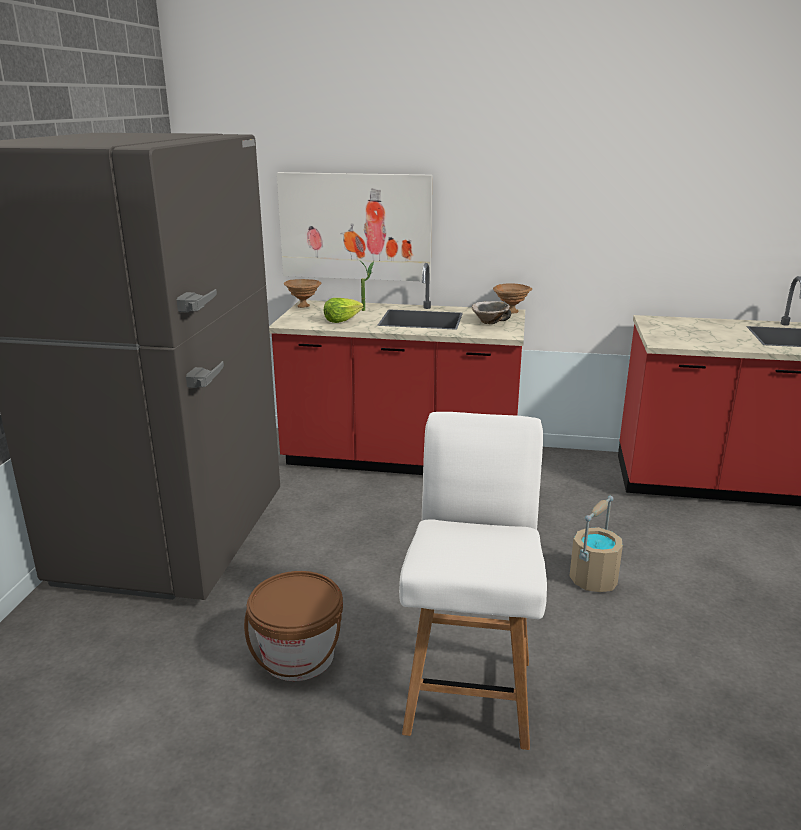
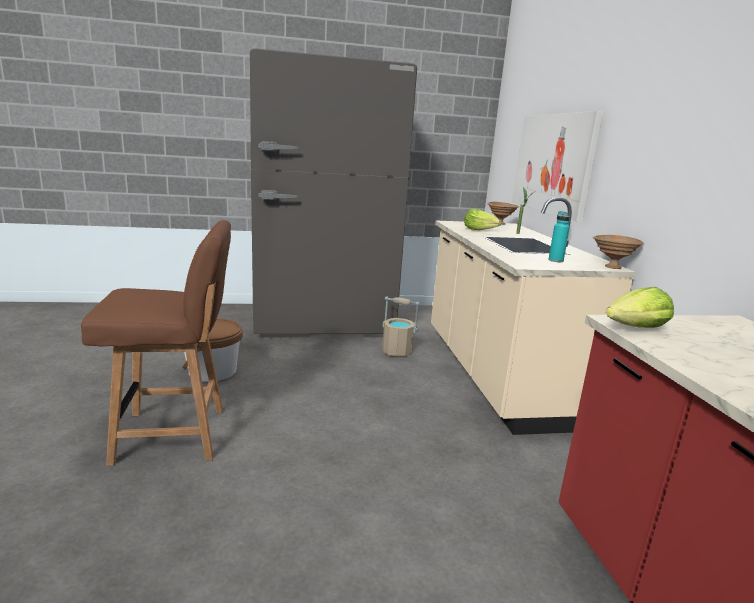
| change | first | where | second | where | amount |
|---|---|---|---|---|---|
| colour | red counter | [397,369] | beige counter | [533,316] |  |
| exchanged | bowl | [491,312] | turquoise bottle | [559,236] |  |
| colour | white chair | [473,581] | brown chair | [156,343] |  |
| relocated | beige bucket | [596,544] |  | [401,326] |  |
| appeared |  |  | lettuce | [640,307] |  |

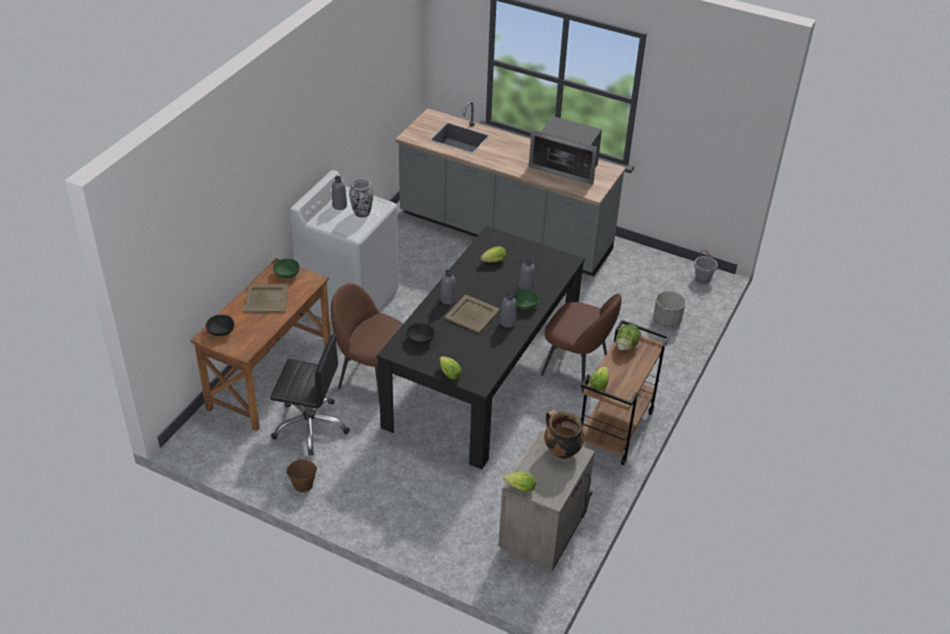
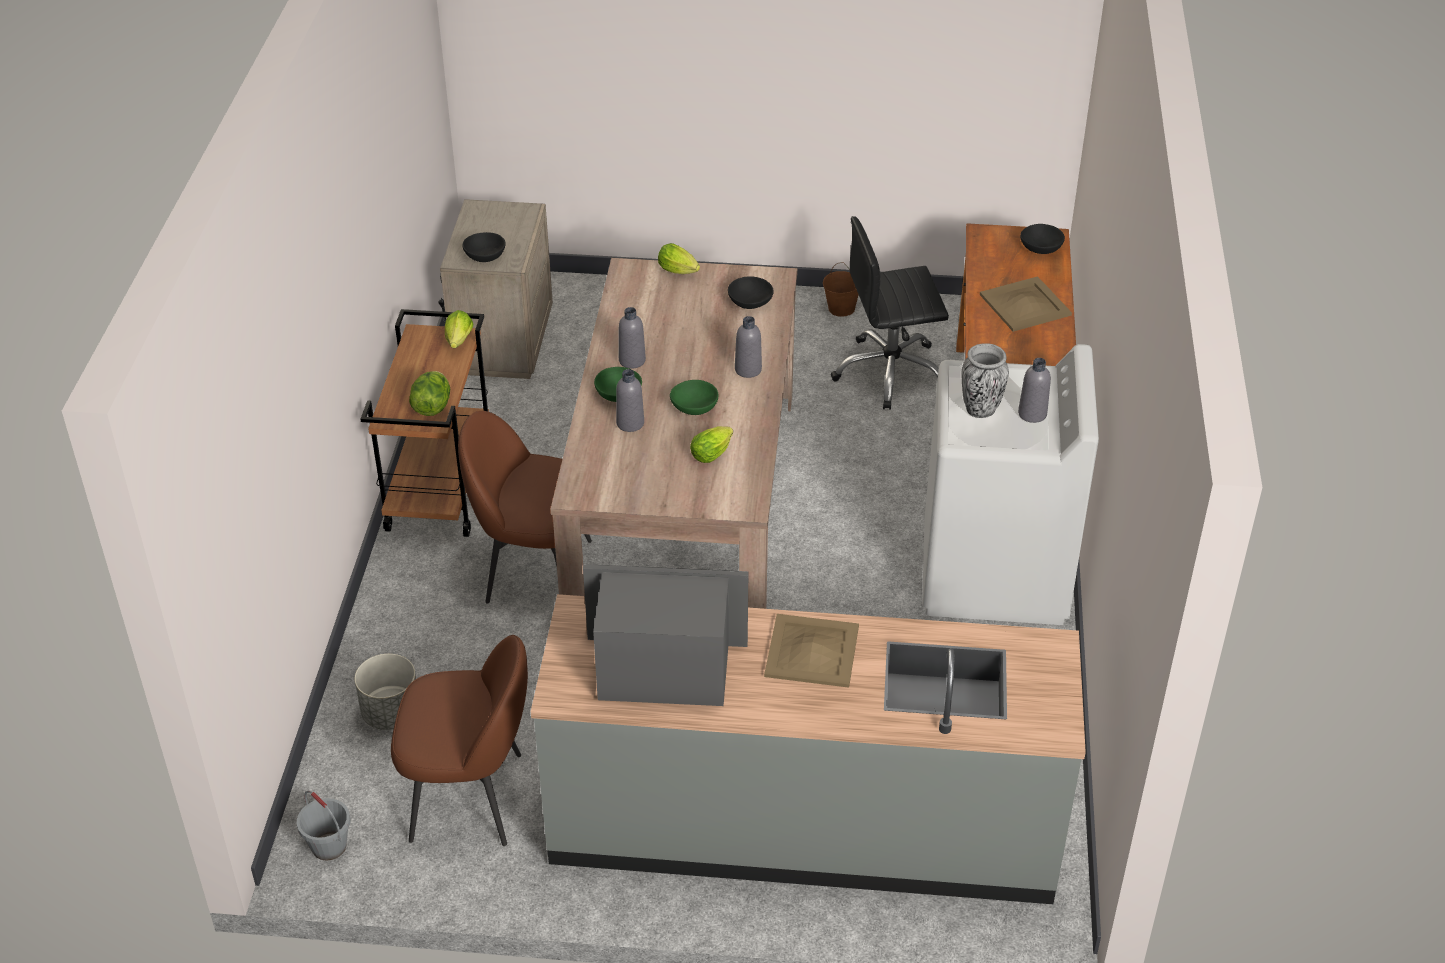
| change | first | where | second | where | amount |
|---|---|---|---|---|---|
| colour | black dining table | [481,347] | beige dining table | [674,433] |  |
| relocated | green bowl | [286,268] |  | [694,397] |  |
| relocated | brown chair | [367,343] |  | [459,740] |  |
| relocated | beige tray | [472,313] |  | [811,651] |  |
| exchanged | cooking pot | [564,434] | black bowl | [484,247] |  |
| missing | lettuce | [519,482] |  |  |  |

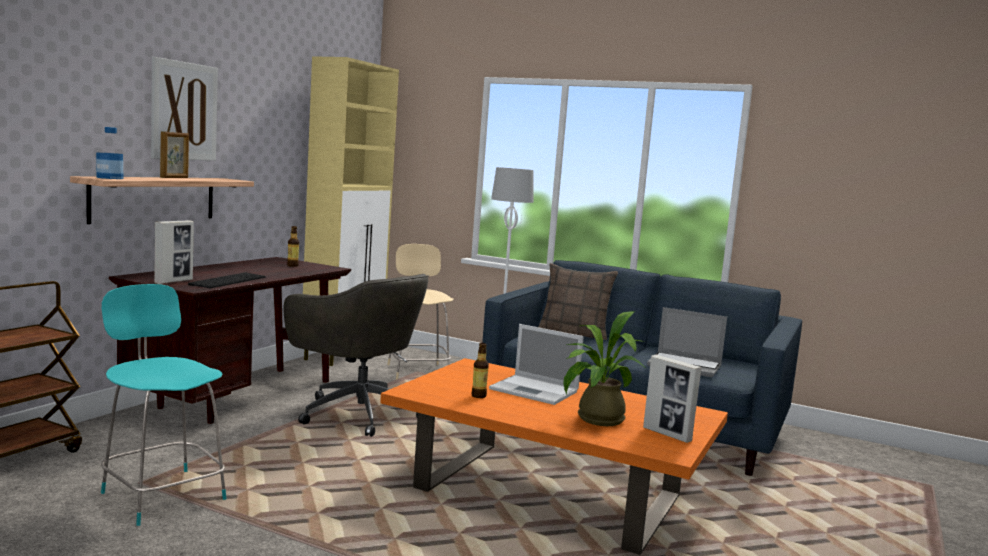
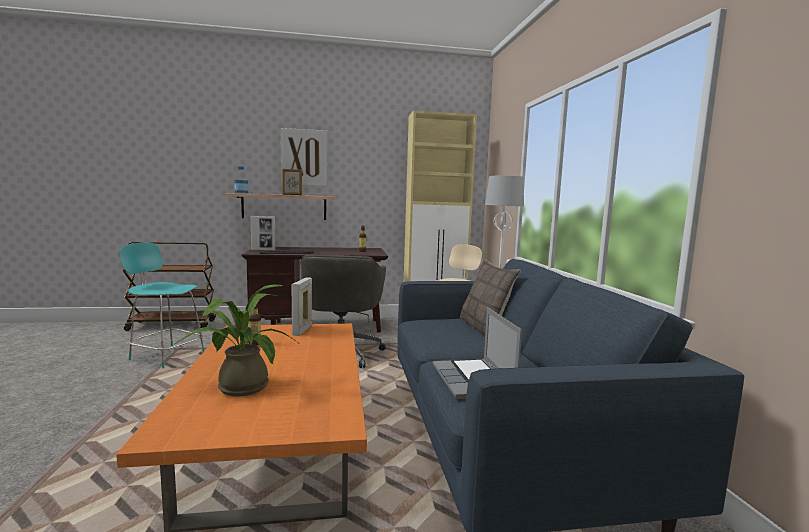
| change | first | where | second | where | amount |
|---|---|---|---|---|---|
| spun | turquoise chair | [163,405] |  | [162,305] | 75 degrees counterclockwise |
| missing | laptop | [536,364] |  |  |  |
| relocated | picture frame | [672,399] |  | [302,306] |  |

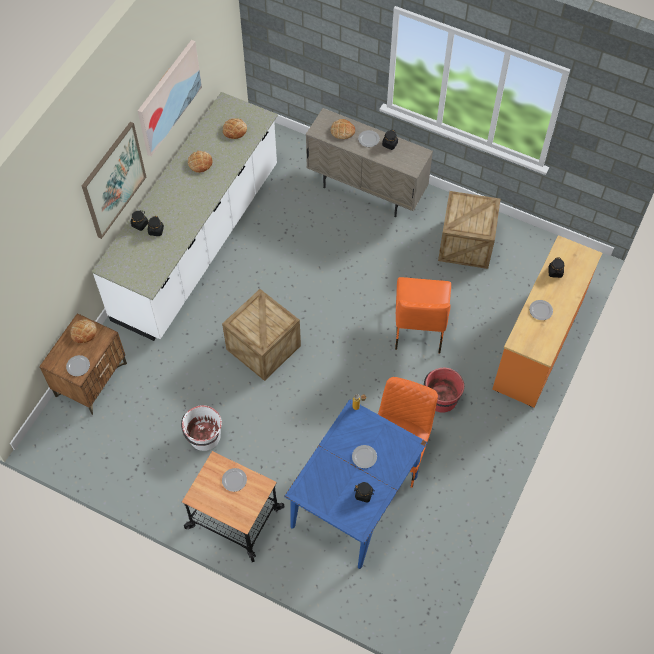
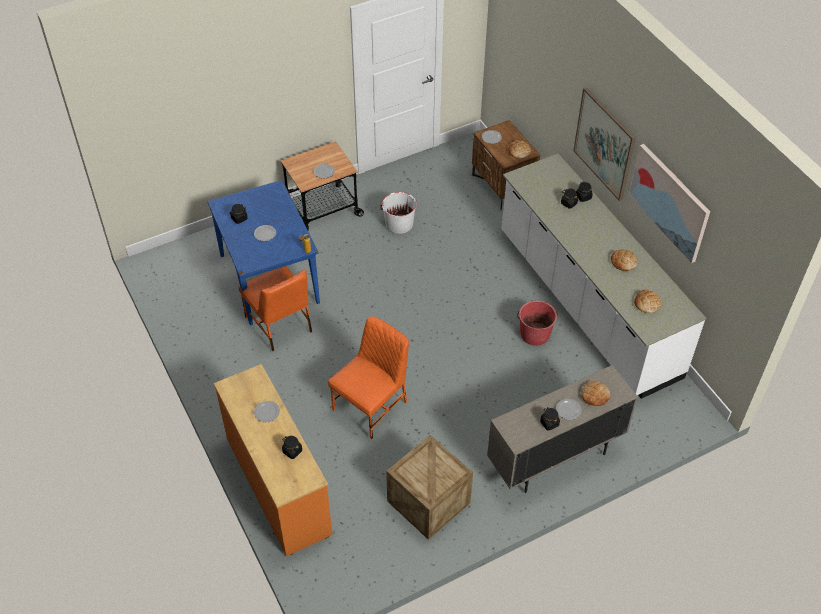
| change | first | where | second | where | amount |
|---|---|---|---|---|---|
| spun | orange chair | [423,315] |  | [368,377] | 90 degrees clockwise |
| missing | crate | [261,335] |  |  |  |
| relocated | red bucket | [444,390] |  | [537,323] |  |

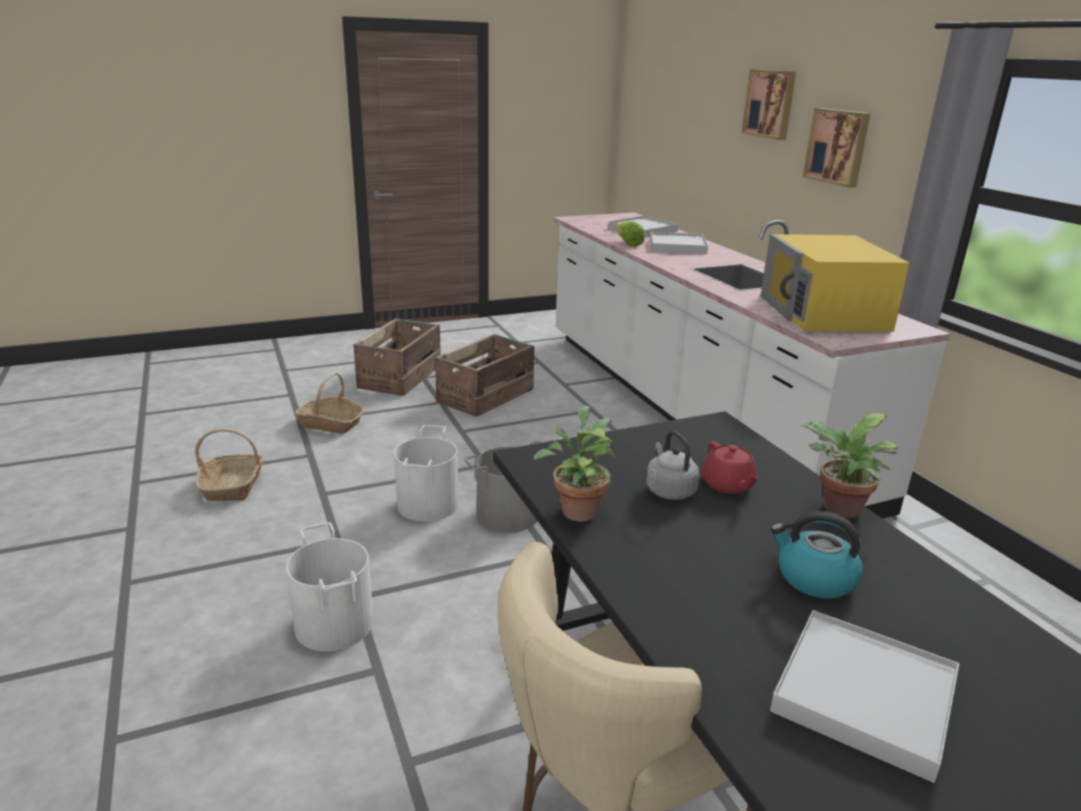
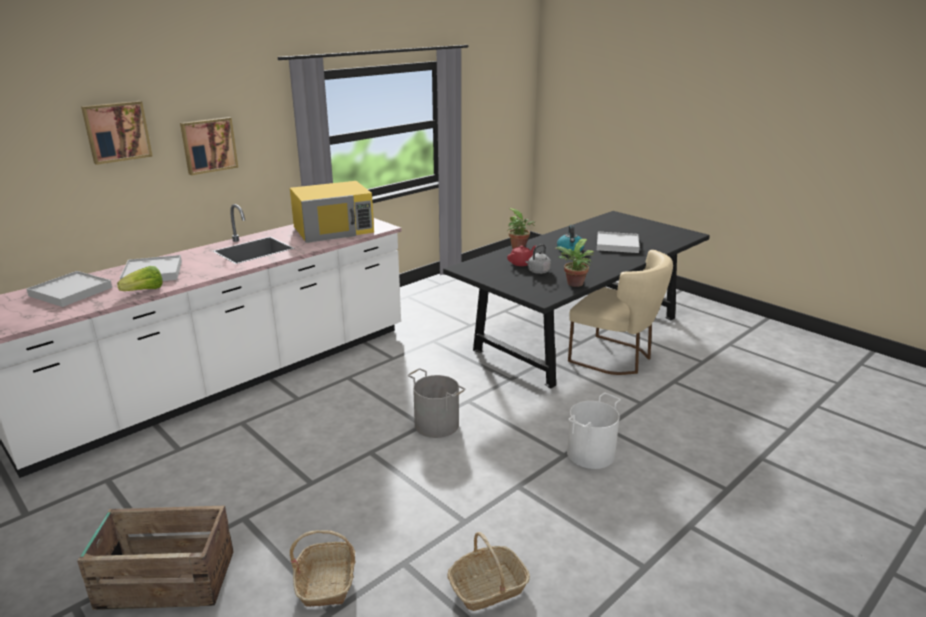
| change | first | where | second | where | amount |
|---|---|---|---|---|---|
| missing | crate | [484,375] |  |  |  |
| missing | white bucket | [426,473] |  |  |  |

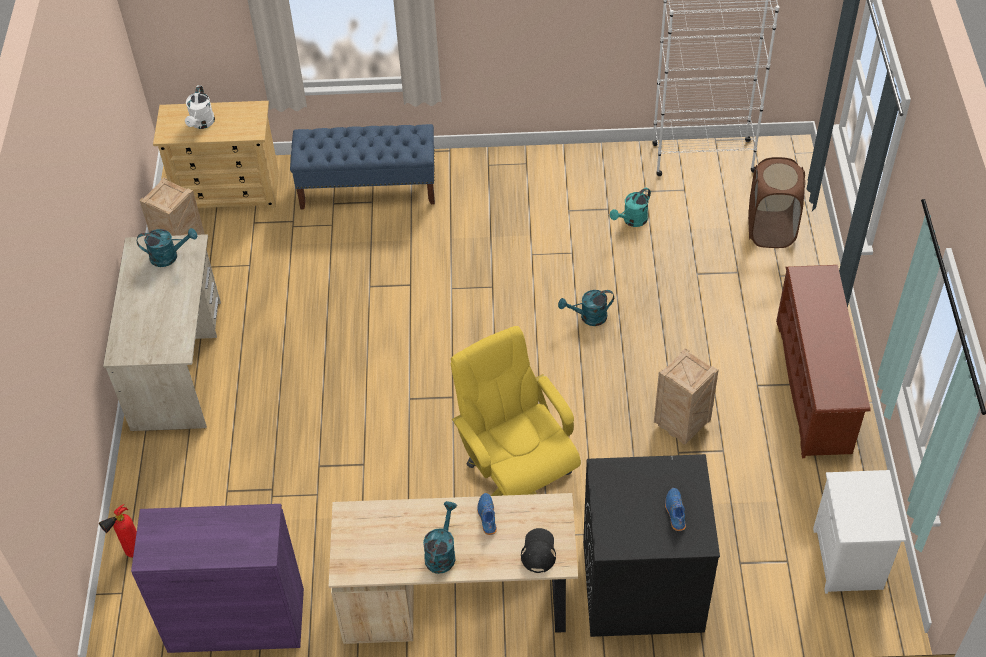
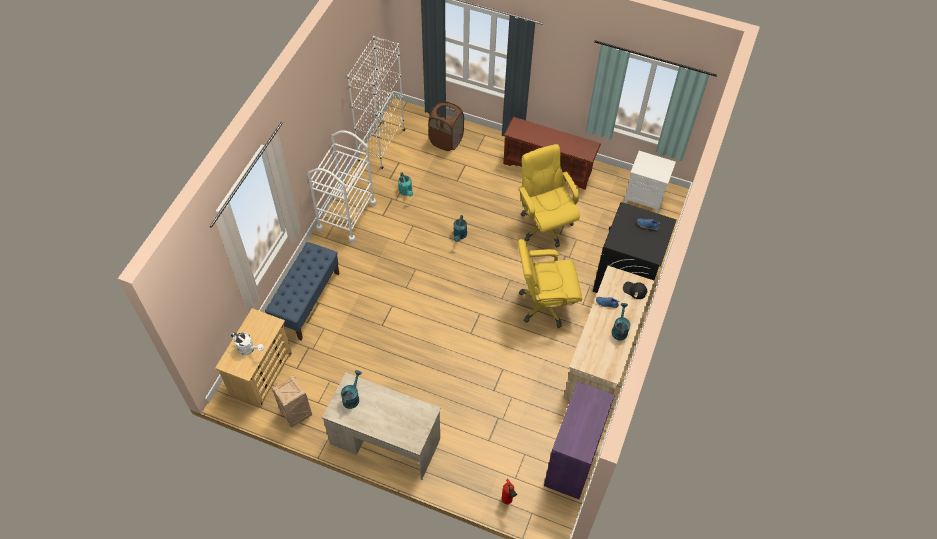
| change | first | where | second | where | amount |
|---|---|---|---|---|---|
| exchanged | crate | [686,396] | yellow office chair | [549,195] |  |
| spun | turquoise watering can | [440,537] |  | [621,322] | 60 degrees clockwise |
| appeared |  |  | white cart | [341,186] |  |

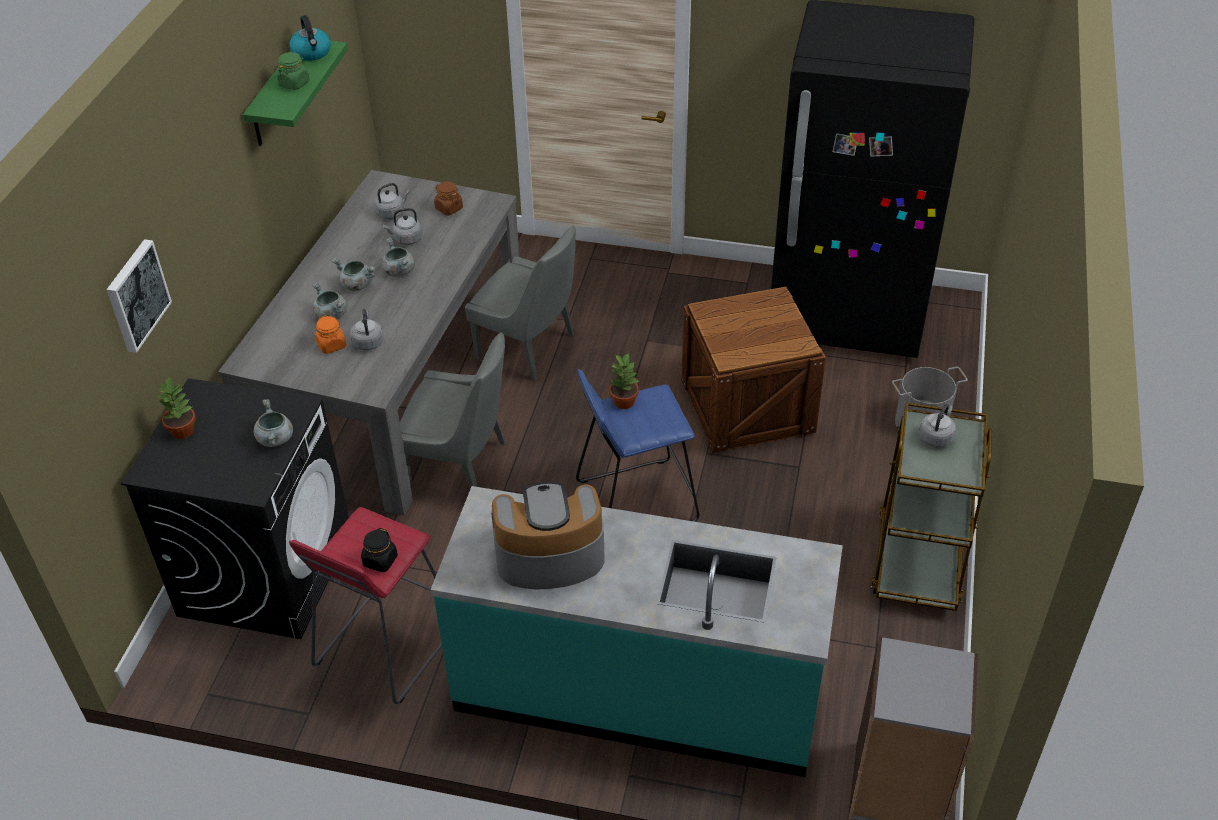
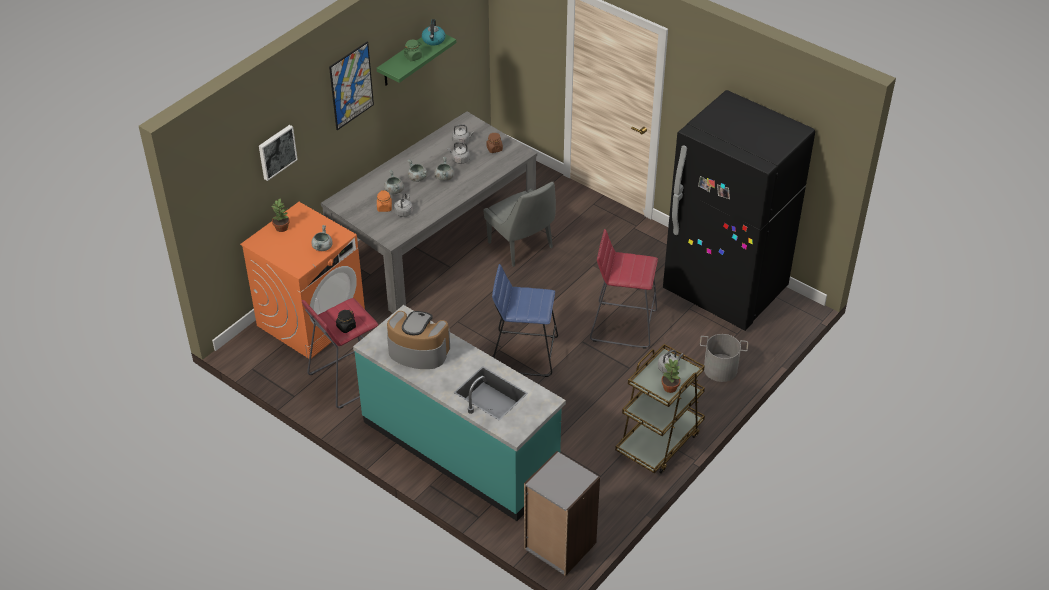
| change | first | where | second | where | amount |
|---|---|---|---|---|---|
| exchanged | crate | [753,370] | red stool | [624,288] |  |
| missing | grey chair | [452,410] |  |  |  |
| relocated | potted plant | [624,381] |  | [670,376] |  |
| colour | black washing machine | [235,508] | orange washing machine | [302,280] |  |
| appeared |  |  | picture | [351,86] |  |

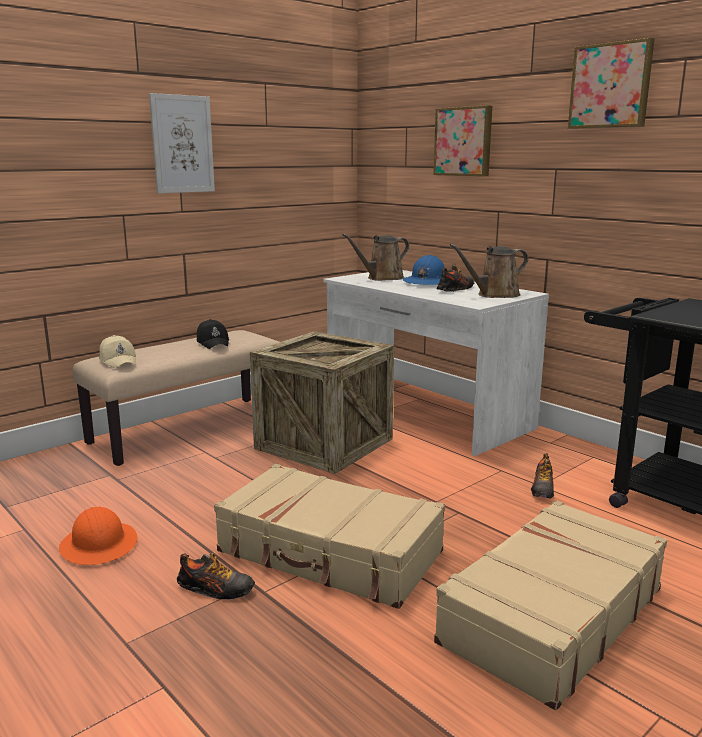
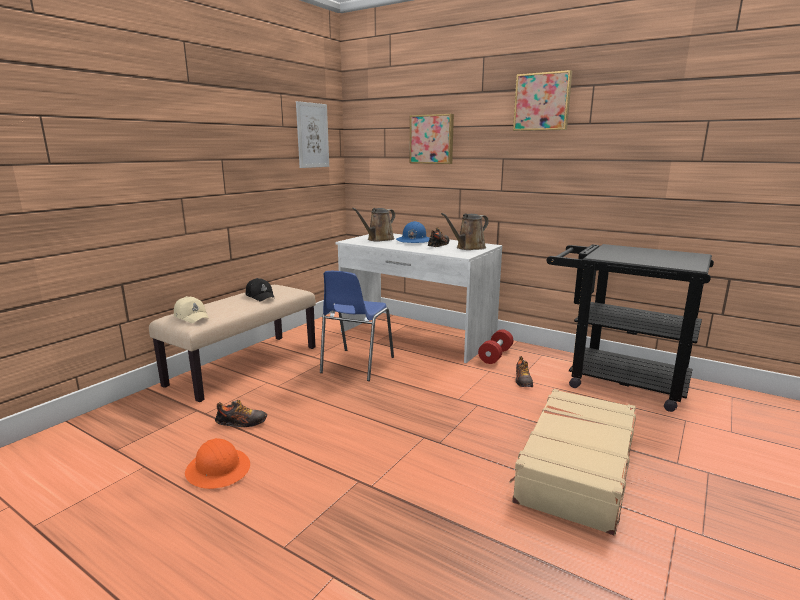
| change | first | where | second | where | amount |
|---|---|---|---|---|---|
| relocated | picture | [182,143] |  | [312,134] |  |
| exchanged | crate | [322,402] | blue chair | [357,326] |  |
| missing | beige suitcase | [329,536] |  |  |  |
| relocated | shoe | [216,576] |  | [241,413] |  |
| appeared |  |  | red dumbbell | [495,346] |  |

